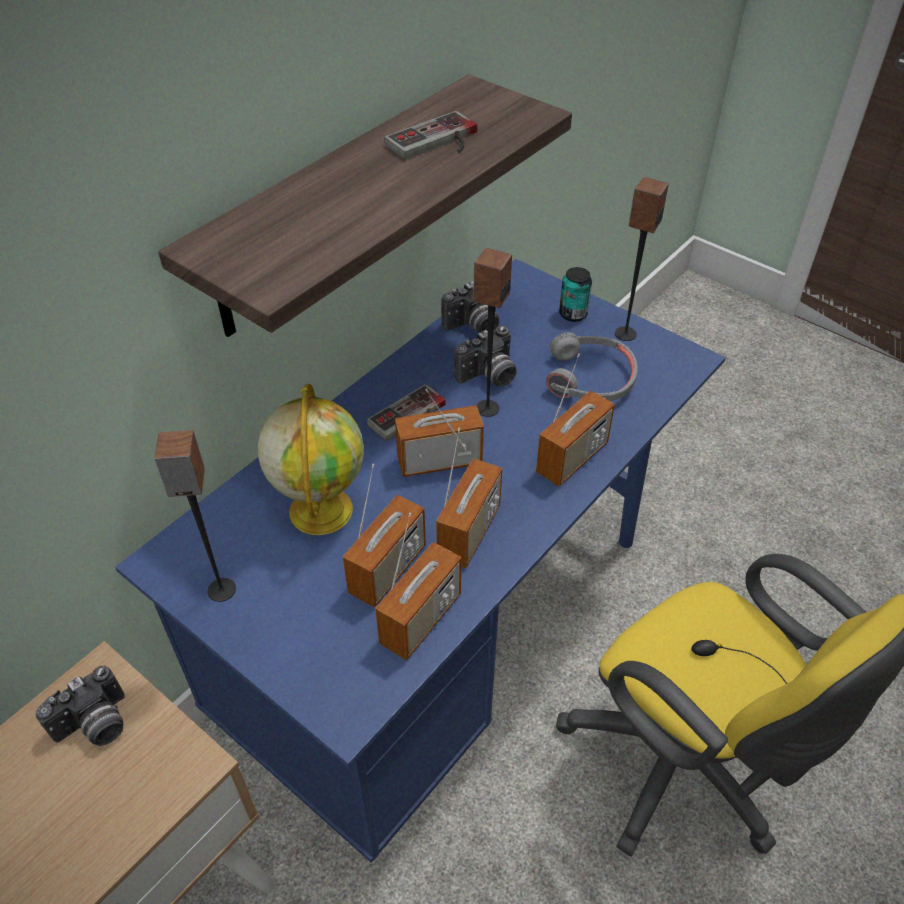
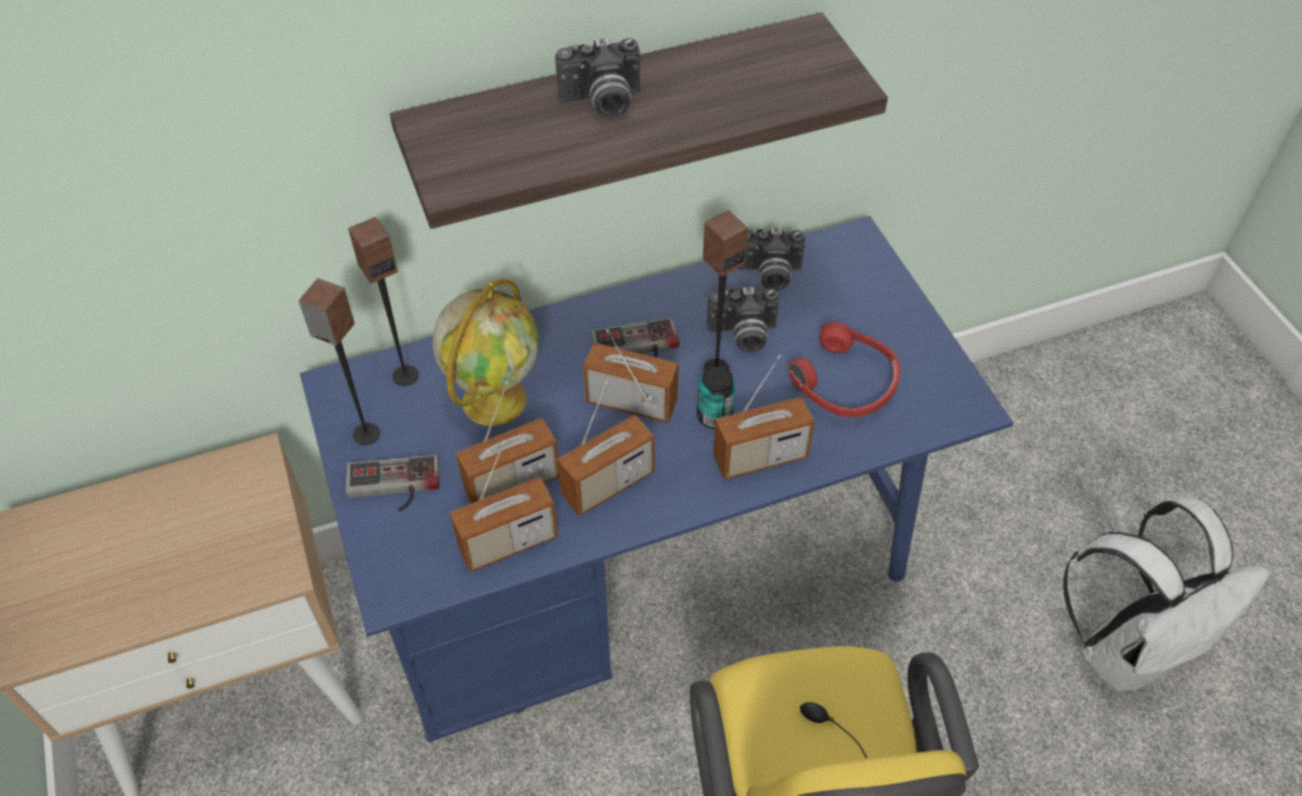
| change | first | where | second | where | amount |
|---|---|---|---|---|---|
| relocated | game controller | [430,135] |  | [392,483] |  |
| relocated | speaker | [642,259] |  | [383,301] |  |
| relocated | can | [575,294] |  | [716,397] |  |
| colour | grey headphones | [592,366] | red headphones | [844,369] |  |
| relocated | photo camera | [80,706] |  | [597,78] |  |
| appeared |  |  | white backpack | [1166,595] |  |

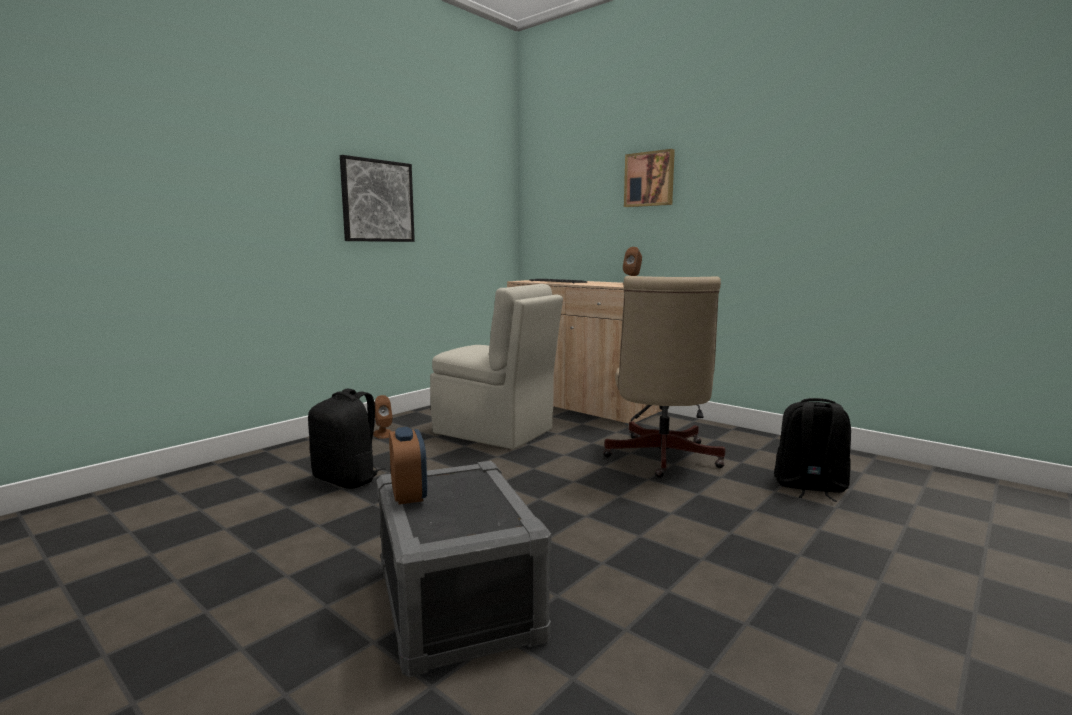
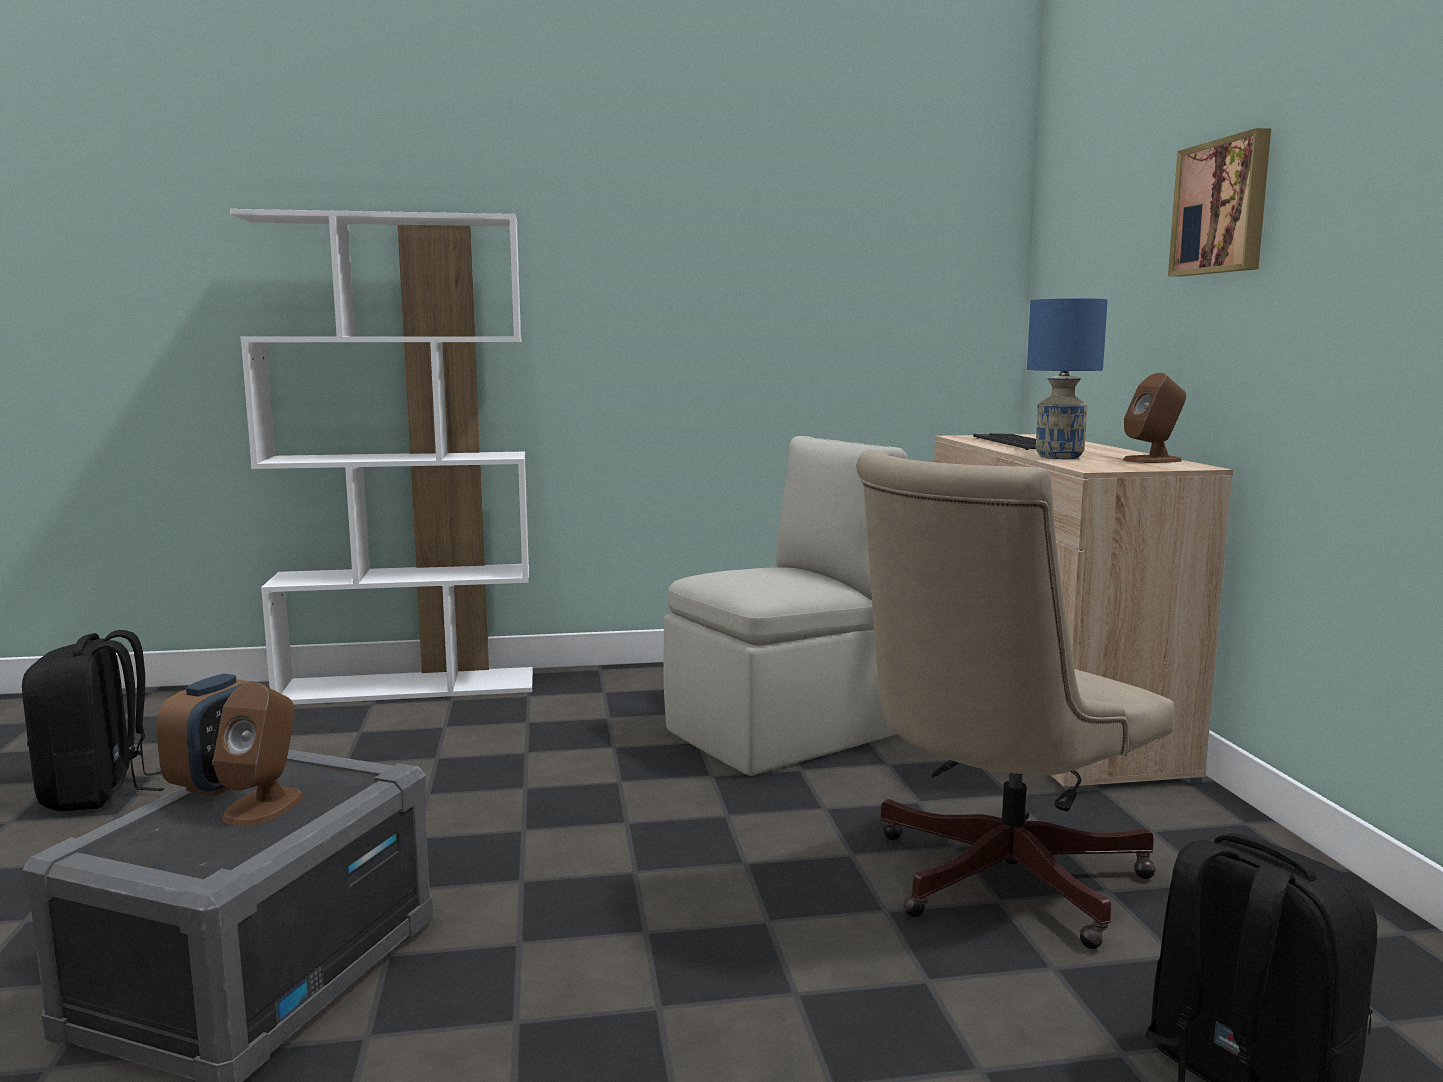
| change | first | where | second | where | amount |
|---|---|---|---|---|---|
| missing | picture | [377,198] |  |  |  |
| spun | beige chair | [496,367] |  | [785,606] | 105 degrees counterclockwise |
| relocated | black backpack | [347,439] |  | [93,720] |  |
| relocated | brown speaker | [383,417] |  | [258,754] |  |
| appeared |  |  | white bookcase | [381,457] |  |
| appeared |  |  | blue table lamp | [1067,378] |  |

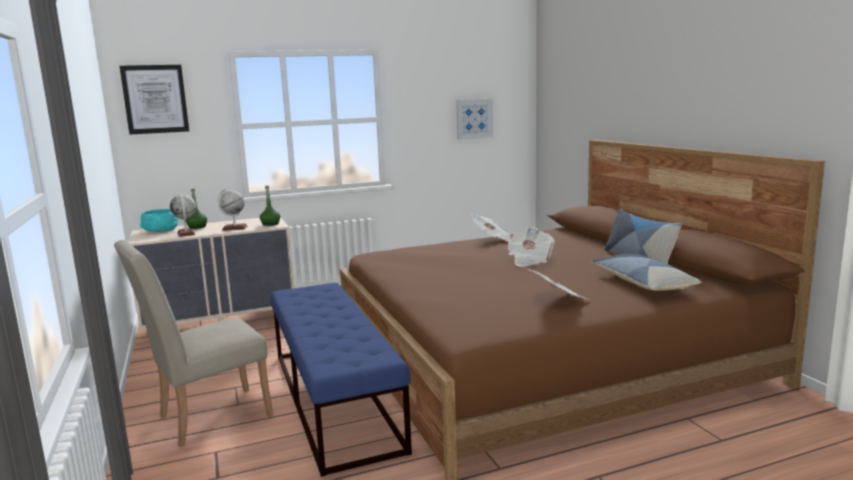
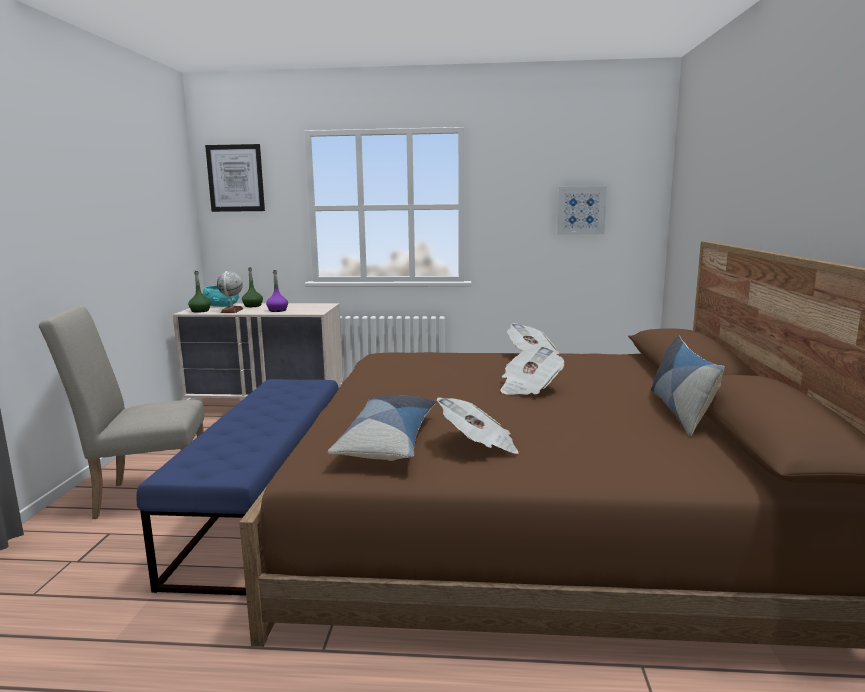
| change | first | where | second | where | amount |
|---|---|---|---|---|---|
| relocated | green bottle | [270,206] |  | [199,292] |  |
| exchanged | globe | [232,210] | purple bottle | [277,291] |  |
| relocated | pillow | [647,272] |  | [382,428] |  |

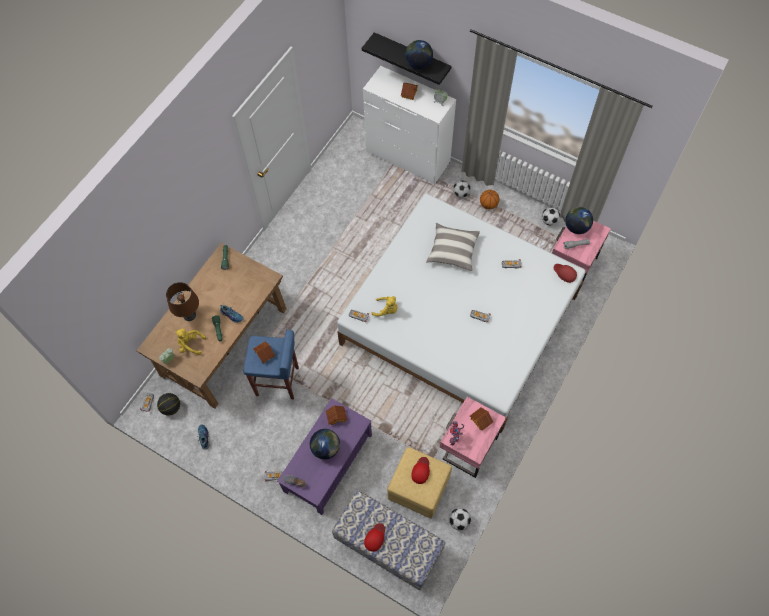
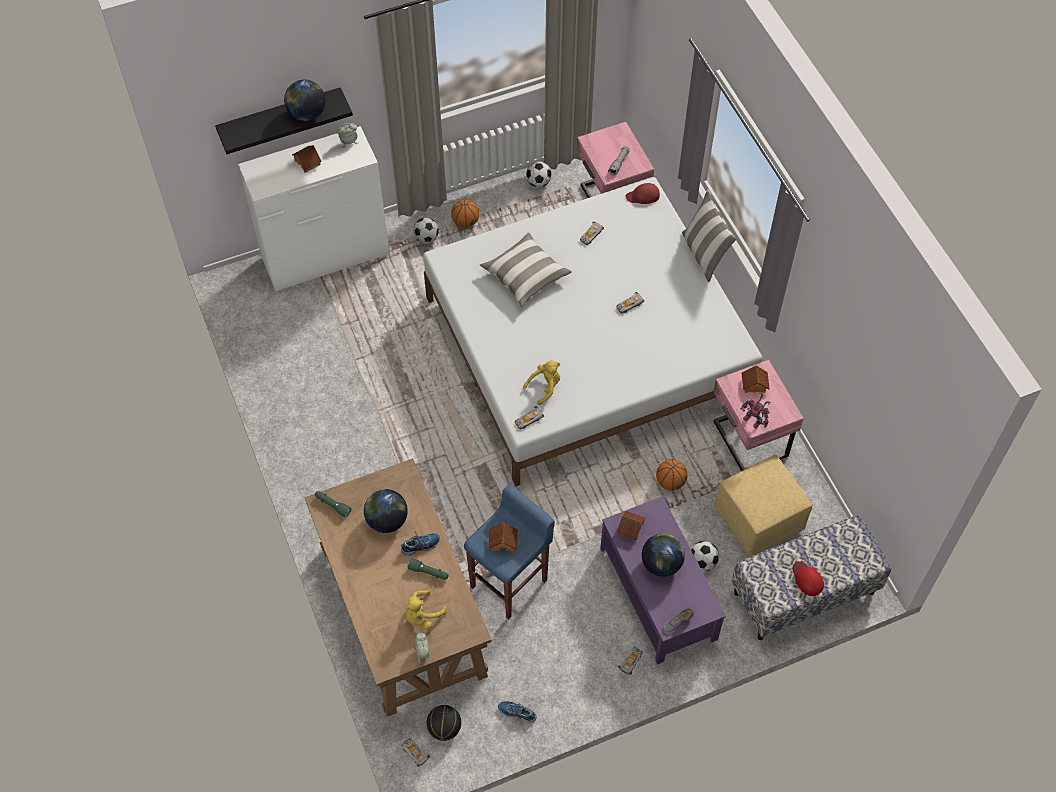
| change | first | where | second | where | amount |
|---|---|---|---|---|---|
| relocated | globe | [579,220] |  | [386,511] |  |
| missing | brown table lamp | [182,301] |  |  |  |
| missing | red cap | [420,470] |  |  |  |
| relocated | football | [460,519] |  | [705,556] |  |
| appeared |  |  | pillow | [709,236] |  |
| appeared |  |  | basketball | [671,474] |  |

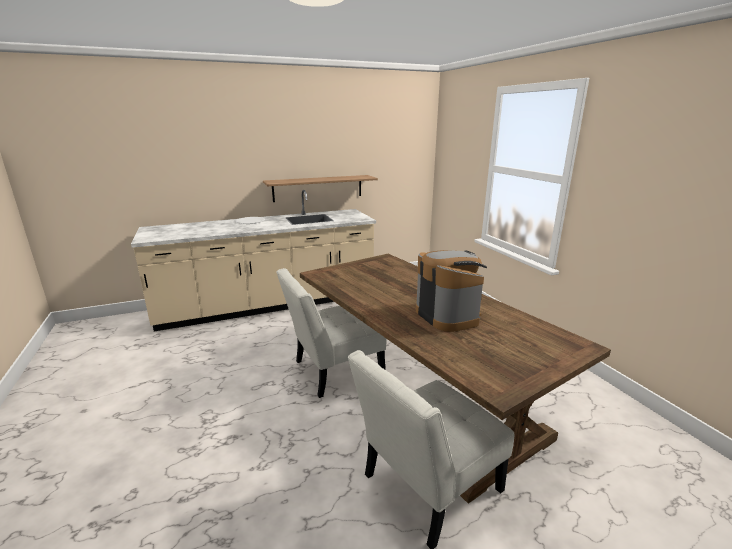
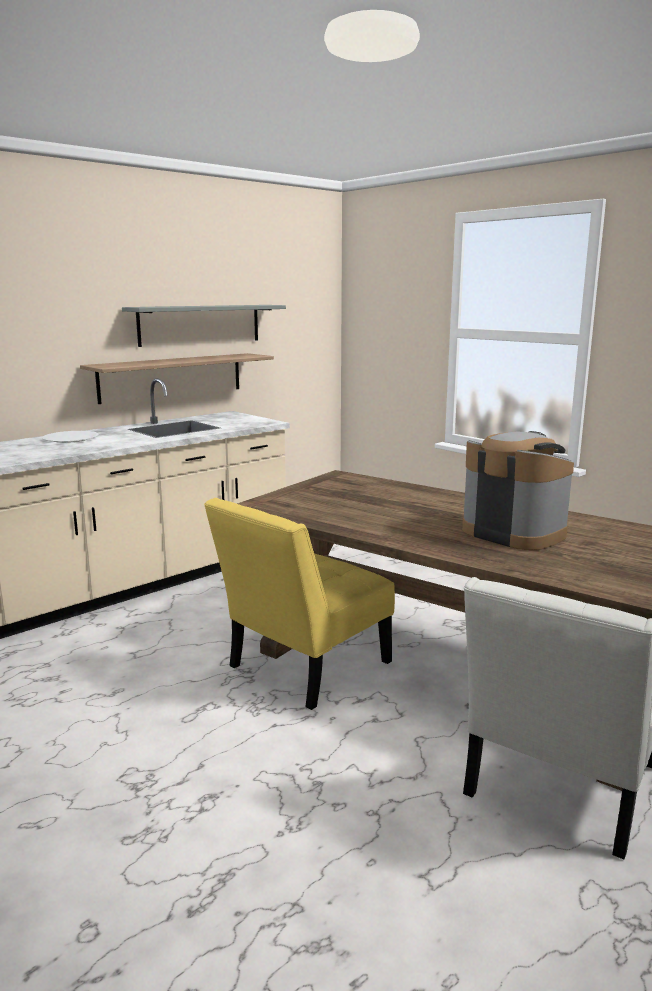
| change | first | where | second | where | amount |
|---|---|---|---|---|---|
| colour | white chair | [331,333] | yellow chair | [299,604] |  |
| appeared |  |  | grey shelf | [204,326] |  |

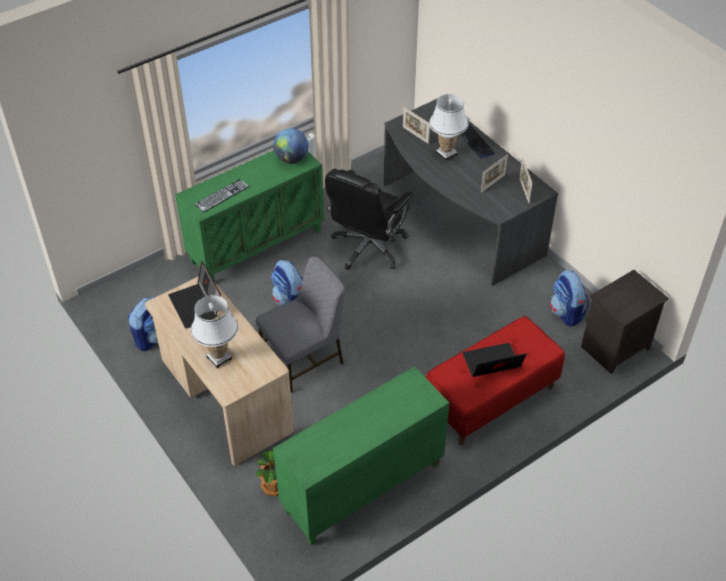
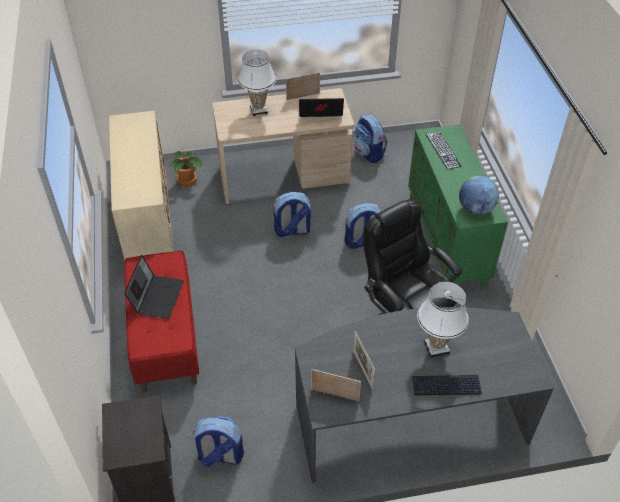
| change | first | where | second | where | amount |
|---|---|---|---|---|---|
| relocated | picture frame | [416,125] |  | [303,86] |  |
| exchanged | grey chair | [300,325] | backpack | [292,214] |  |
| colour | green cabinet | [361,456] | beige cabinet | [141,185] |  |

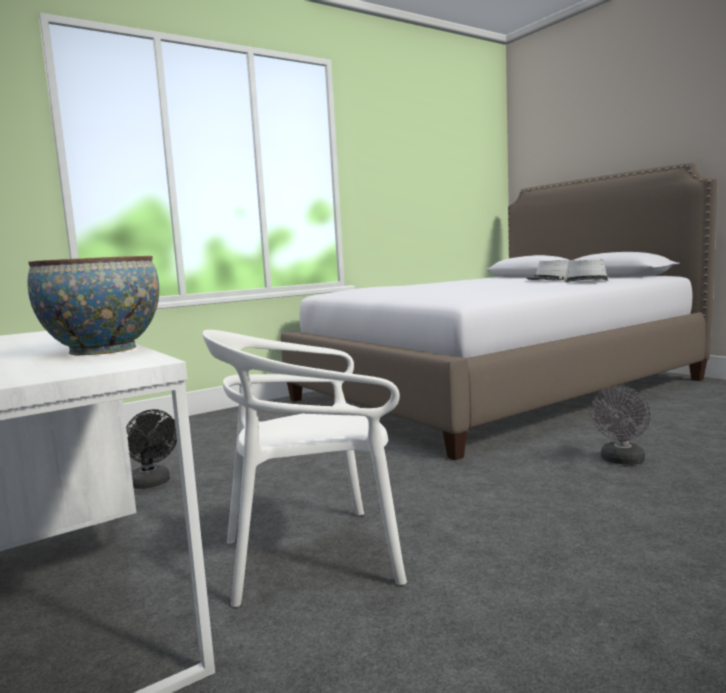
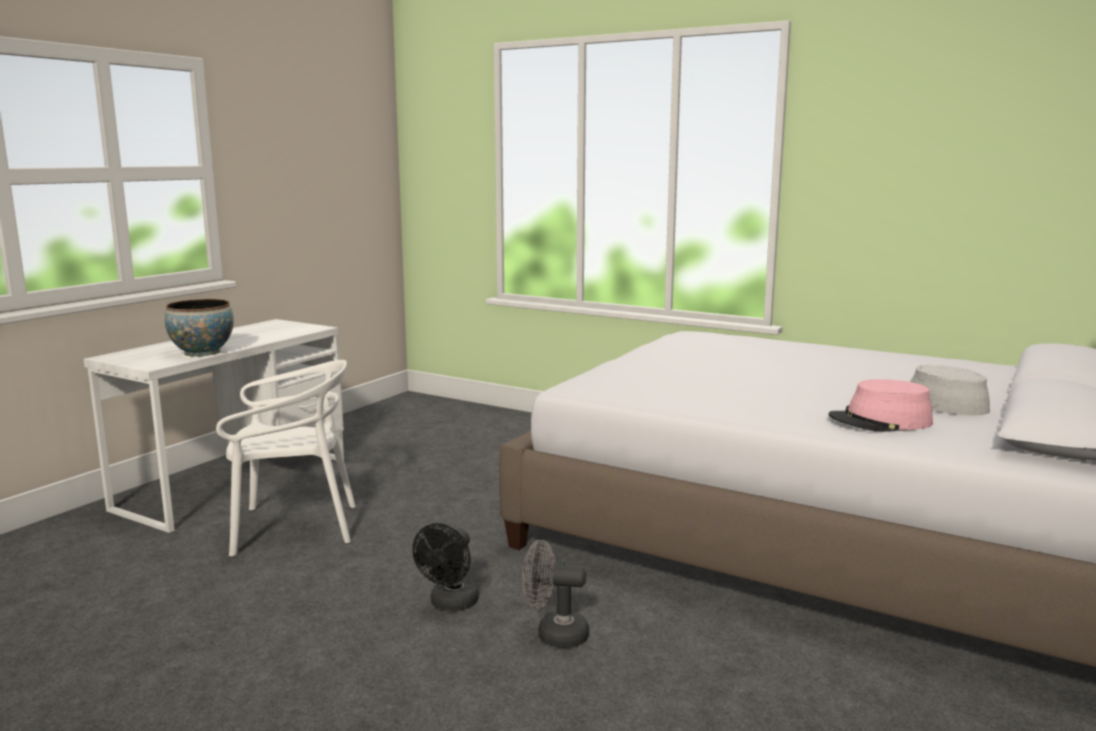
| change | first | where | second | where | amount |
|---|---|---|---|---|---|
| colour | grey hat | [586,271] | pink hat | [880,405] |  |
| spun | white chair | [304,468] |  | [286,458] | 120 degrees clockwise |
| relocated | black fan | [151,449] |  | [446,567] |  |

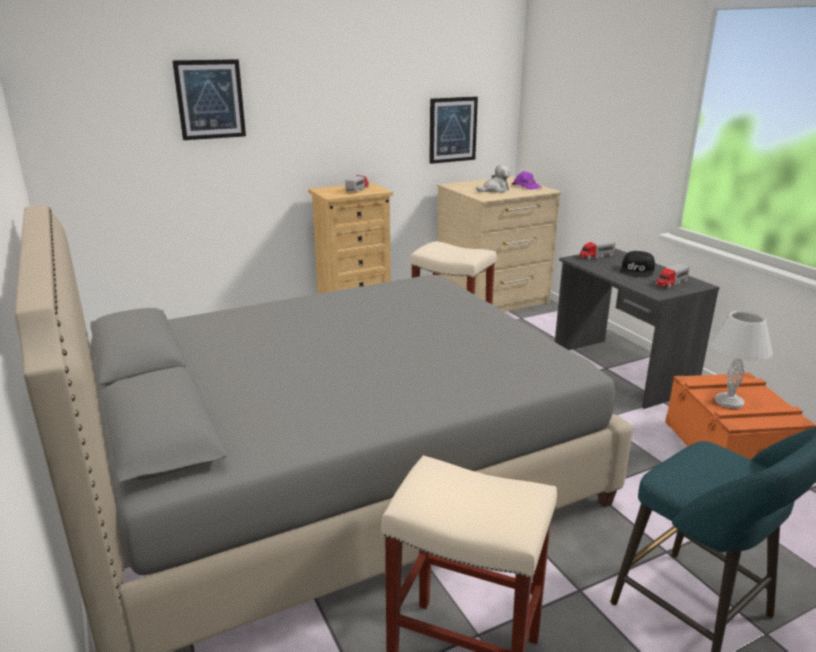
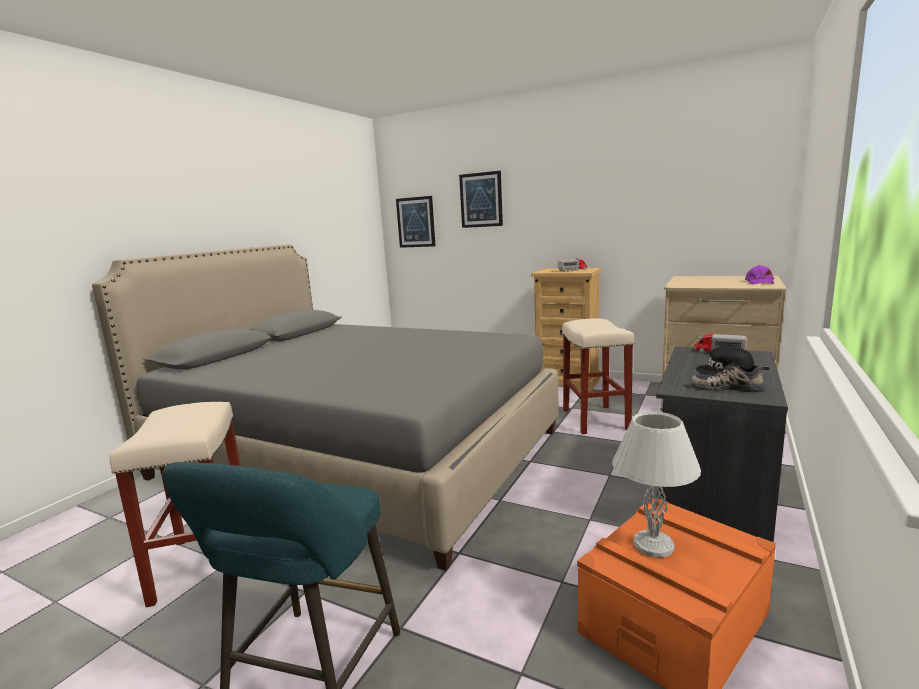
| change | first | where | second | where | amount |
|---|---|---|---|---|---|
| relocated | picture | [453,130] |  | [415,222] |  |
| missing | plush toy | [493,179] |  |  |  |
| exchanged | toy truck | [672,276] | shoe | [730,377] |  |

